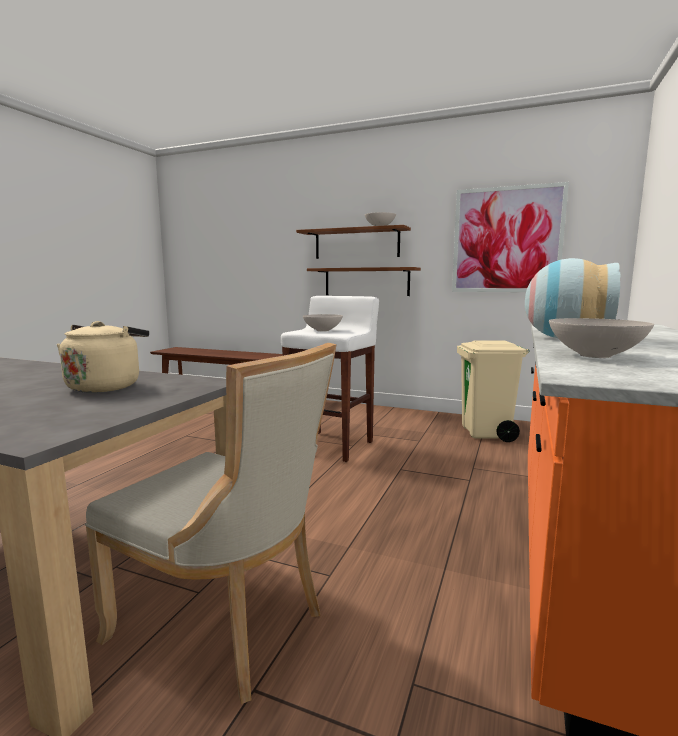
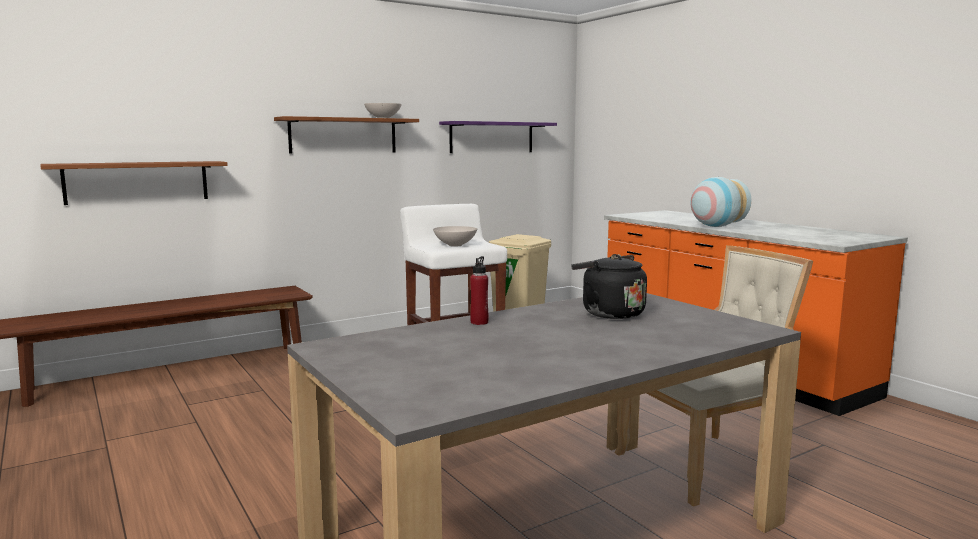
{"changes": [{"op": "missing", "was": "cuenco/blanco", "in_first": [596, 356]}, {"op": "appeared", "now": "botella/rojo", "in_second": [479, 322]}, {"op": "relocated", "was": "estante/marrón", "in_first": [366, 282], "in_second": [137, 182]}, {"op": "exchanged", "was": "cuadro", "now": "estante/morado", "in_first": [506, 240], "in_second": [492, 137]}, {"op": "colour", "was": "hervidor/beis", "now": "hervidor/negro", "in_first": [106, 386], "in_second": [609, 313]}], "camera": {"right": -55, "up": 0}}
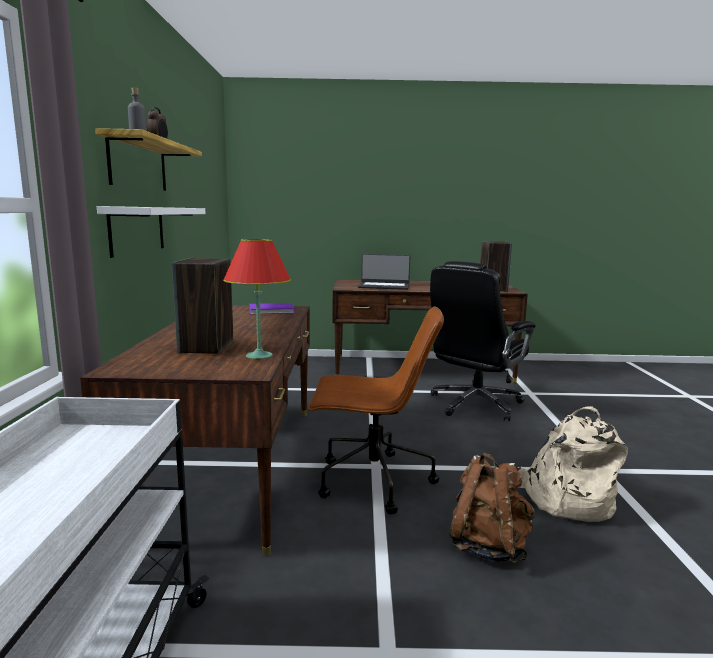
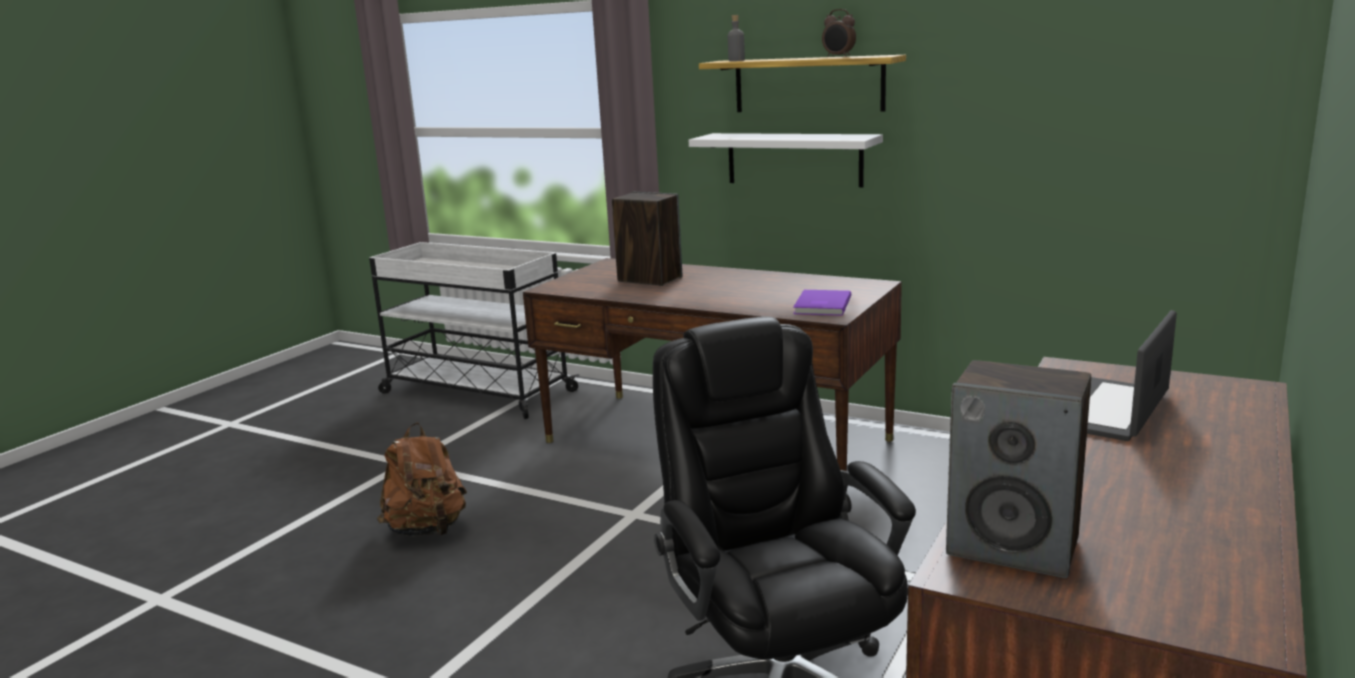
{"changes": [{"op": "missing", "was": "lámpara de mesa/rojo", "in_first": [259, 355]}, {"op": "missing", "was": "silla de oficina/marrón", "in_first": [372, 481]}, {"op": "missing", "was": "mochila/beis", "in_first": [566, 499]}], "camera": {"right": 120, "up": 5}}
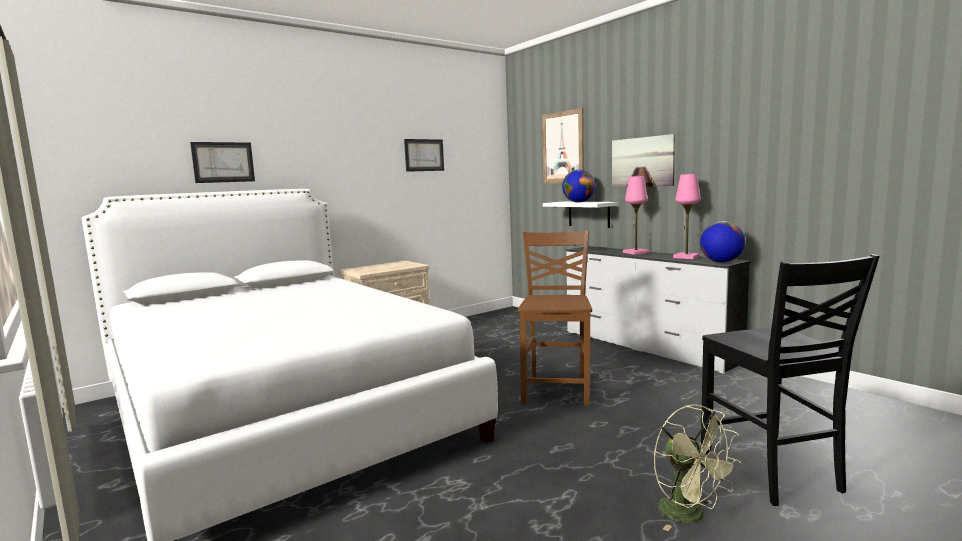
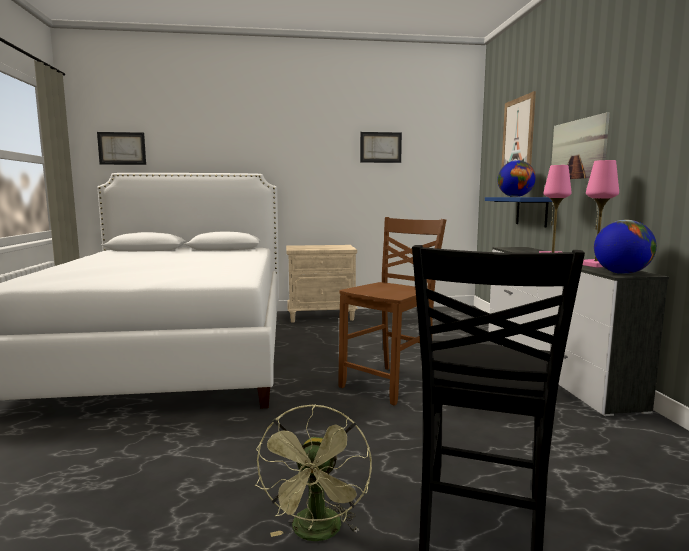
{"changes": [{"op": "relocated", "was": "cuadro", "in_first": [223, 162], "in_second": [122, 148]}, {"op": "colour", "was": "estante/blanco", "now": "estante/azul", "in_first": [589, 214], "in_second": [531, 211]}], "camera": {"right": 30, "up": 0}}
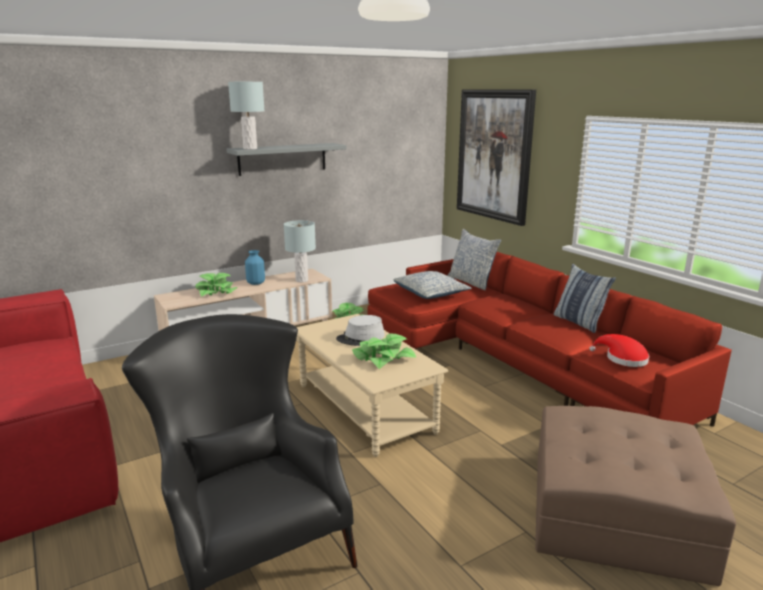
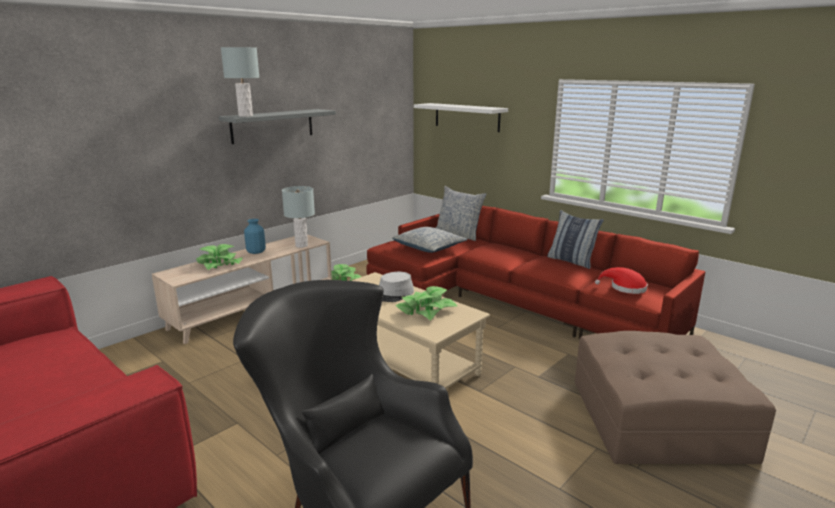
{"changes": [{"op": "exchanged", "was": "cuadro", "now": "estante/blanco", "in_first": [494, 155], "in_second": [466, 117]}], "camera": {"right": -15, "up": 0}}
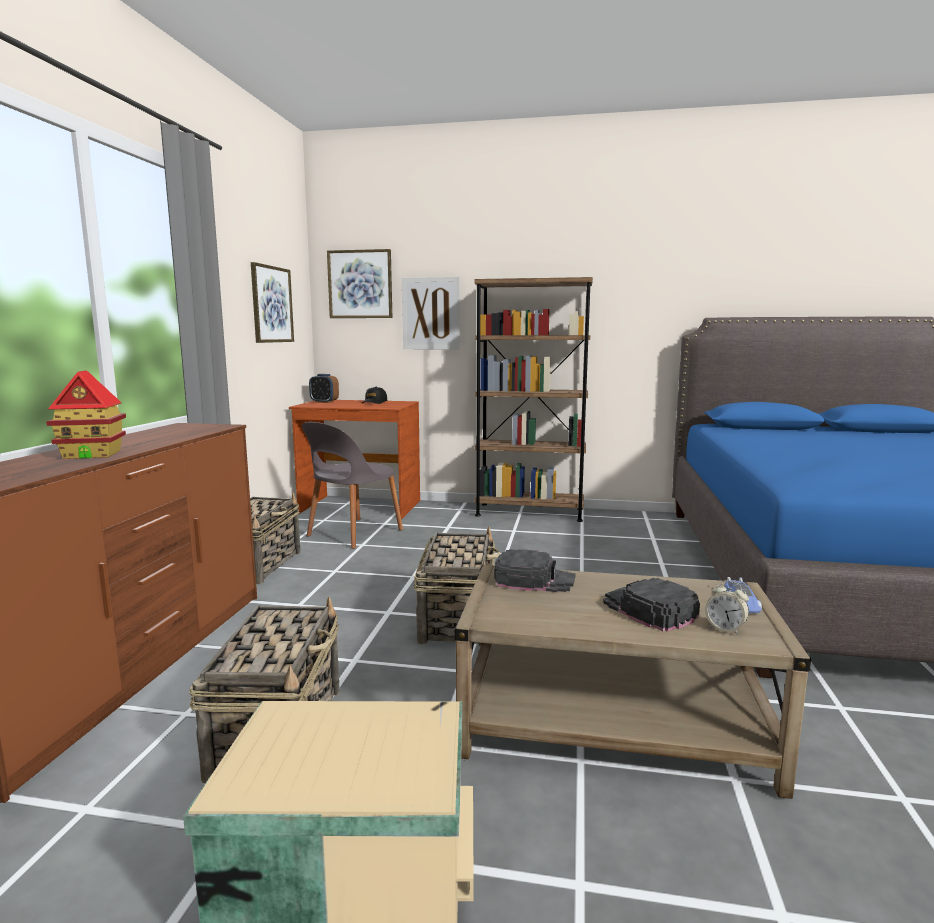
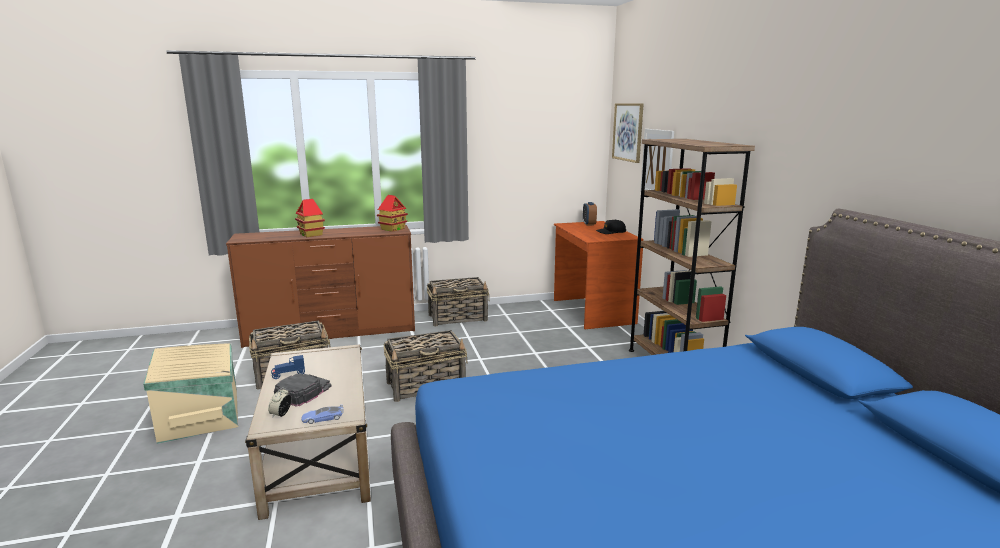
{"changes": [{"op": "missing", "was": "cuadro", "in_first": [271, 304]}, {"op": "missing", "was": "silla/gris", "in_first": [353, 533]}, {"op": "missing", "was": "gorra/negro", "in_first": [534, 579]}, {"op": "appeared", "now": "coche de juguete/azul", "in_second": [288, 375]}, {"op": "appeared", "now": "casita", "in_second": [393, 229]}], "camera": {"right": 65, "up": 5}}
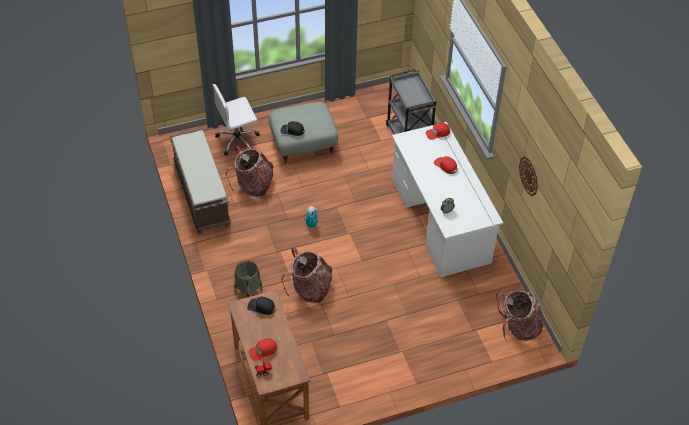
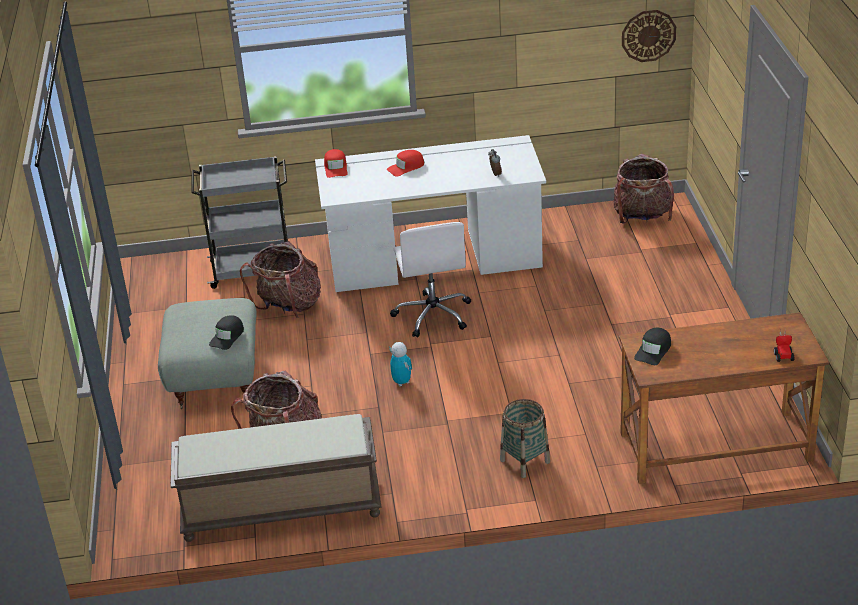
{"changes": [{"op": "missing", "was": "gorra/rojo", "in_first": [263, 351]}, {"op": "relocated", "was": "silla de oficina/blanco", "in_first": [238, 140], "in_second": [433, 314]}, {"op": "relocated", "was": "mochila", "in_first": [310, 289], "in_second": [288, 306]}, {"op": "relocated", "was": "reloj de pared", "in_first": [529, 176], "in_second": [648, 35]}], "camera": {"right": -75, "up": -15}}
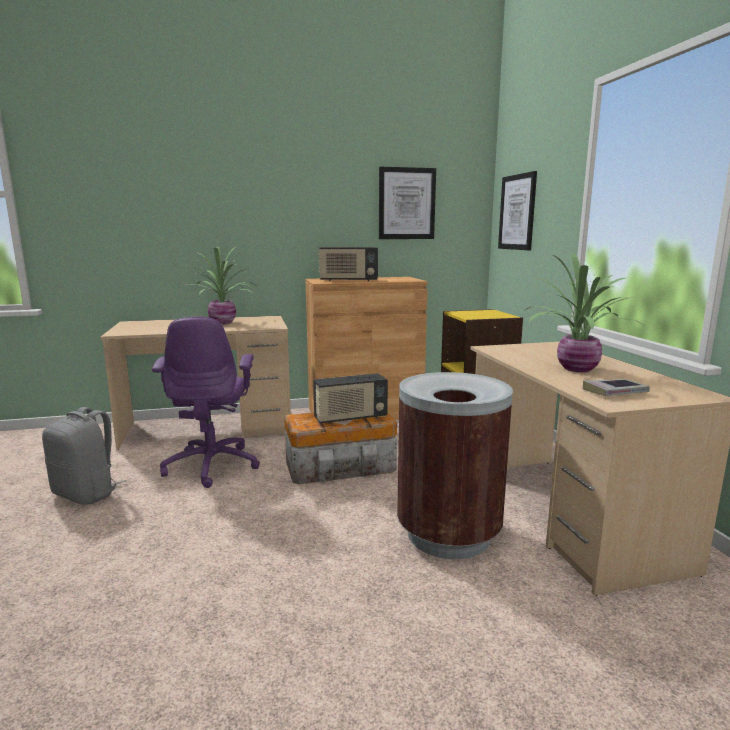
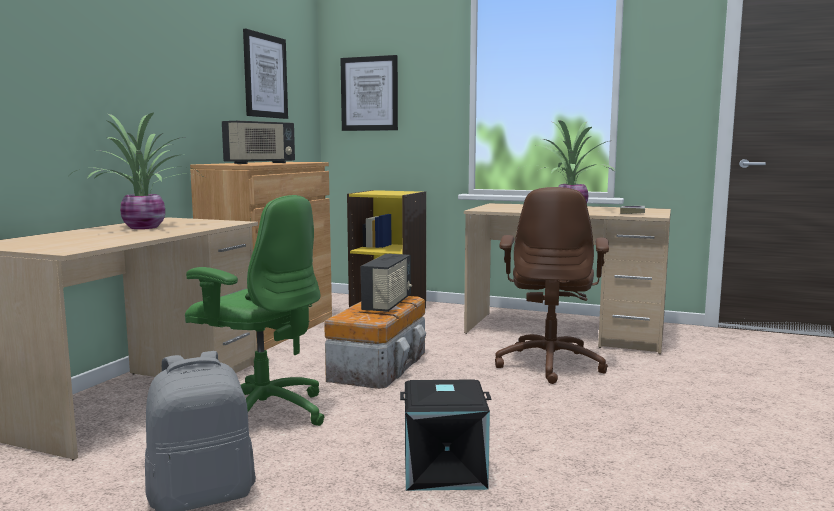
{"changes": [{"op": "appeared", "now": "caja de almacenaje/negro", "in_second": [444, 469]}, {"op": "exchanged", "was": "papelera/marrón", "now": "silla de oficina/marrón", "in_first": [448, 534], "in_second": [550, 364]}, {"op": "colour", "was": "silla de oficina/morado", "now": "silla de oficina/verde", "in_first": [212, 465], "in_second": [262, 413]}], "camera": {"right": -55, "up": -5}}
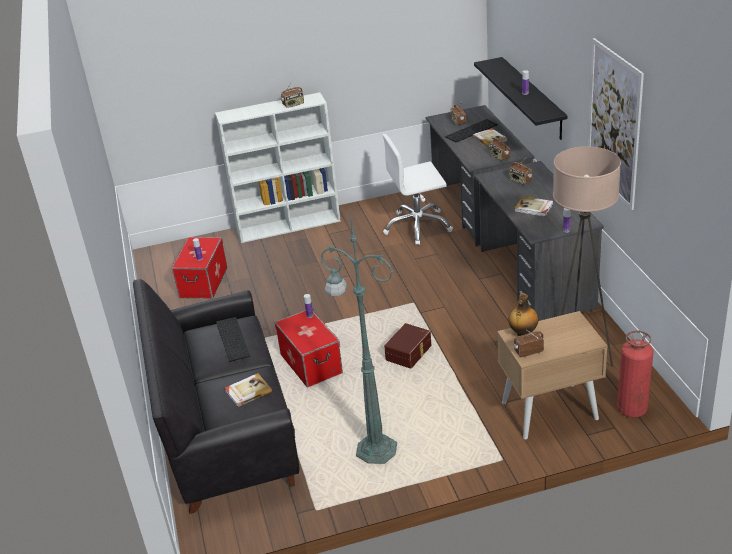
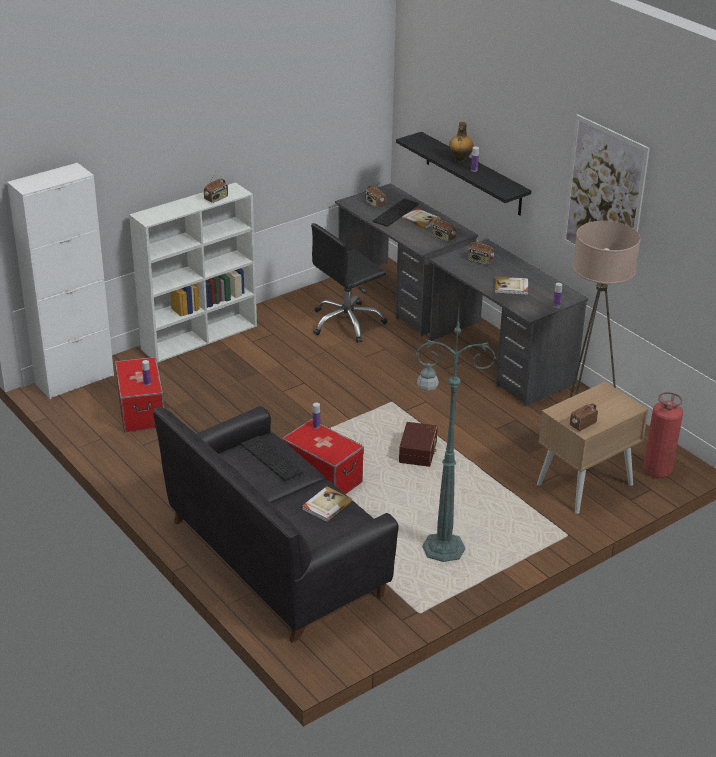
{"changes": [{"op": "appeared", "now": "armario/blanco", "in_second": [75, 380]}, {"op": "relocated", "was": "botella", "in_first": [523, 333], "in_second": [460, 159]}, {"op": "colour", "was": "silla de oficina/blanco", "now": "silla de oficina/negro", "in_first": [417, 227], "in_second": [347, 323]}], "camera": {"right": -25, "up": 0}}
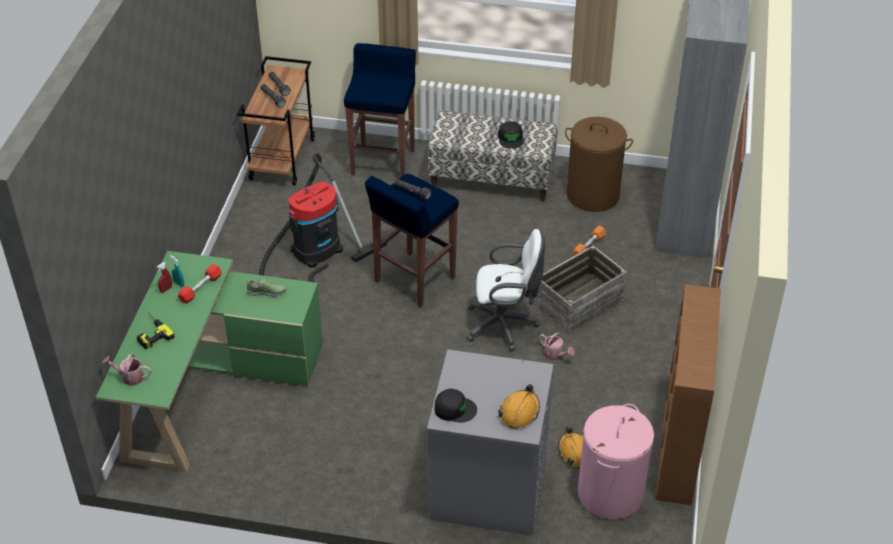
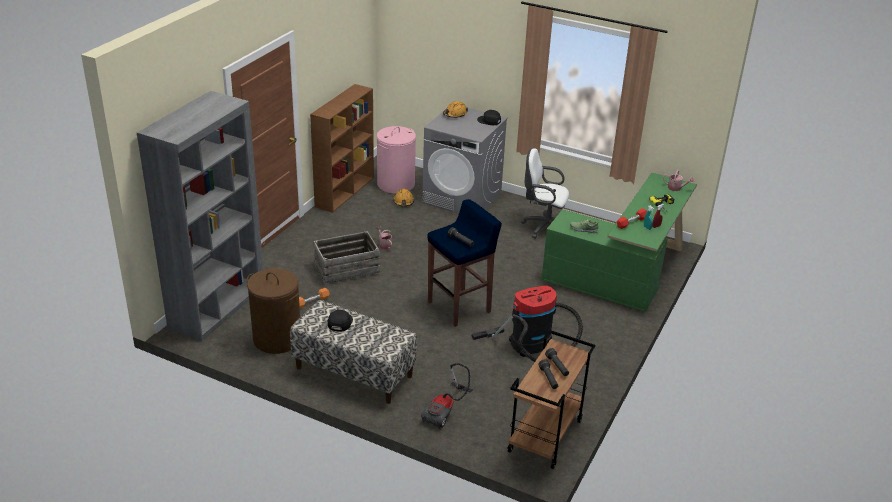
{"changes": [{"op": "relocated", "was": "silla de oficina/blanco", "in_first": [505, 325], "in_second": [544, 227]}, {"op": "exchanged", "was": "taburete/azul", "now": "aspiradora", "in_first": [383, 162], "in_second": [446, 411]}], "camera": {"right": -165, "up": -10}}
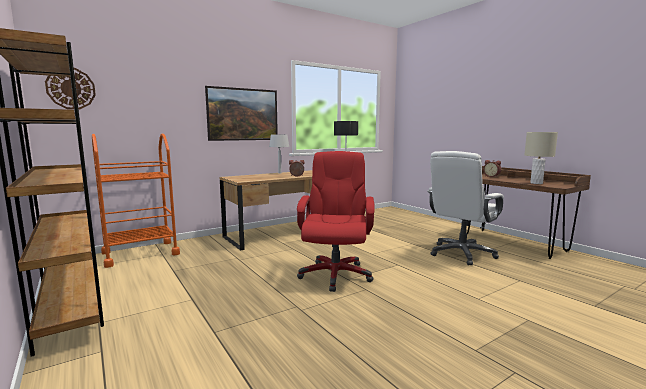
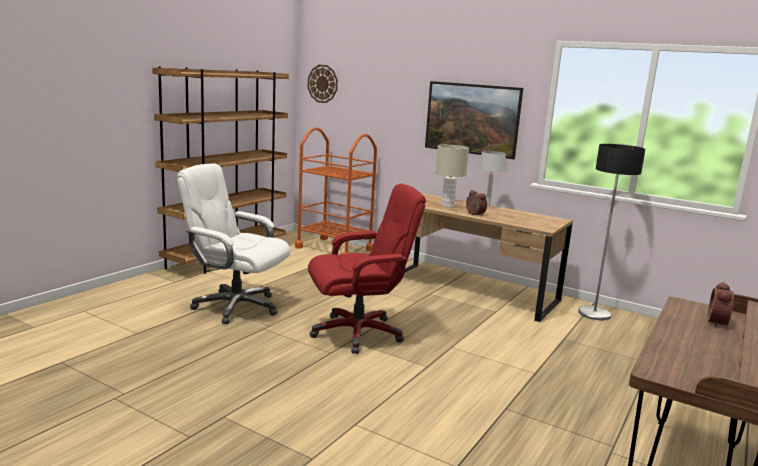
{"changes": [{"op": "relocated", "was": "silla de oficina/blanco", "in_first": [461, 254], "in_second": [235, 307]}, {"op": "relocated", "was": "lámpara de mesa/beis", "in_first": [536, 183], "in_second": [448, 205]}], "camera": {"right": 65, "up": 5}}
